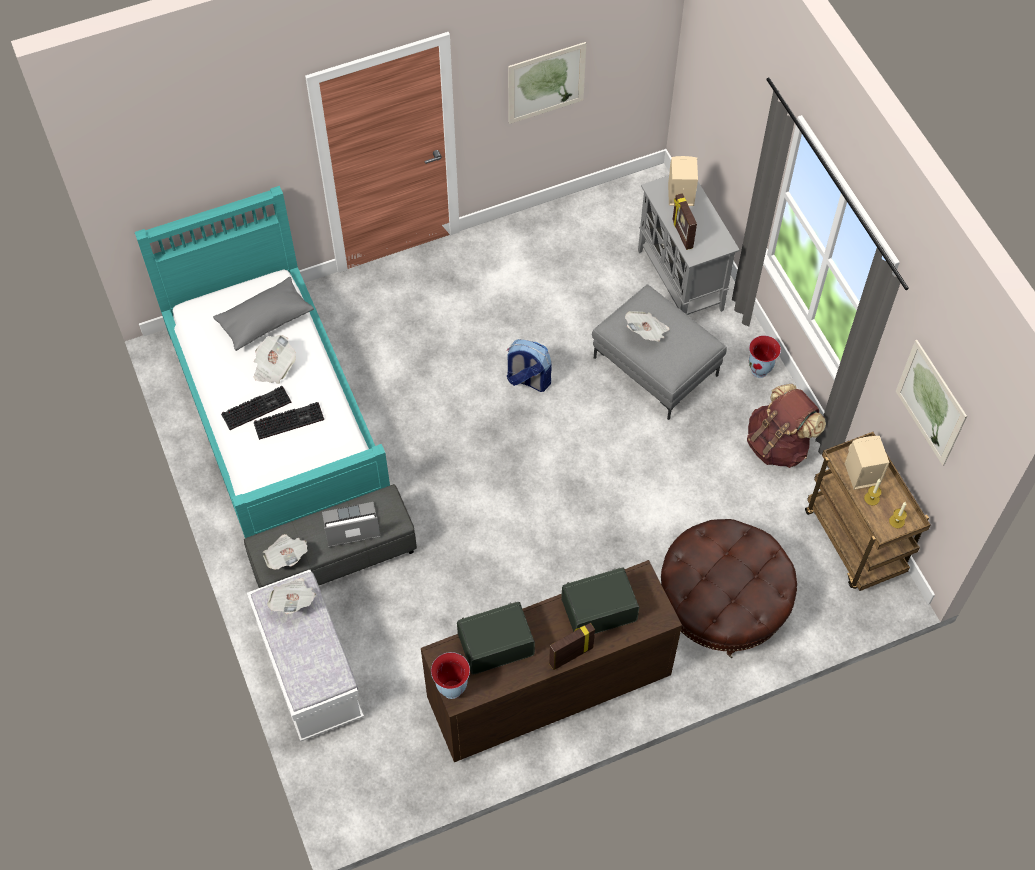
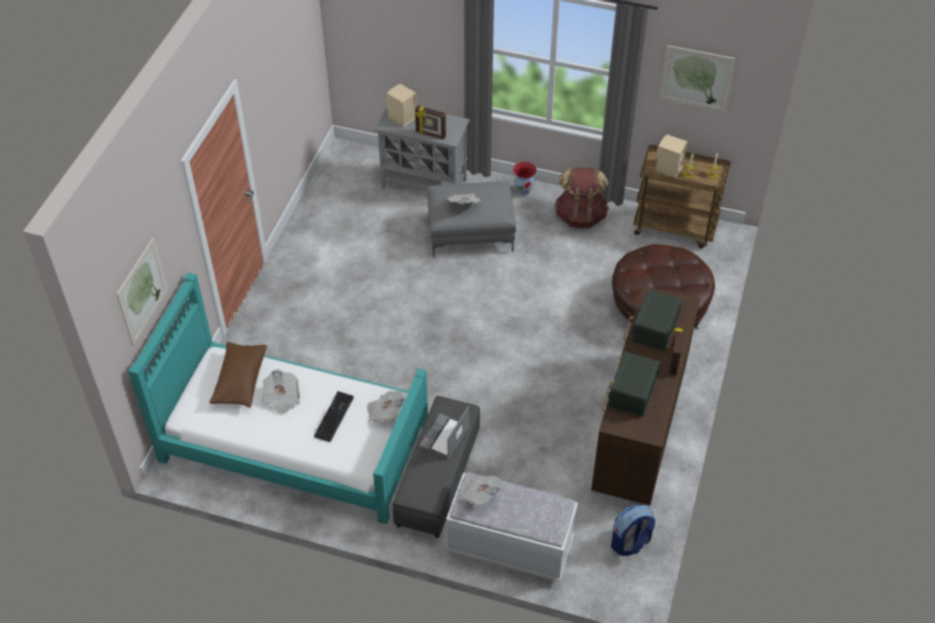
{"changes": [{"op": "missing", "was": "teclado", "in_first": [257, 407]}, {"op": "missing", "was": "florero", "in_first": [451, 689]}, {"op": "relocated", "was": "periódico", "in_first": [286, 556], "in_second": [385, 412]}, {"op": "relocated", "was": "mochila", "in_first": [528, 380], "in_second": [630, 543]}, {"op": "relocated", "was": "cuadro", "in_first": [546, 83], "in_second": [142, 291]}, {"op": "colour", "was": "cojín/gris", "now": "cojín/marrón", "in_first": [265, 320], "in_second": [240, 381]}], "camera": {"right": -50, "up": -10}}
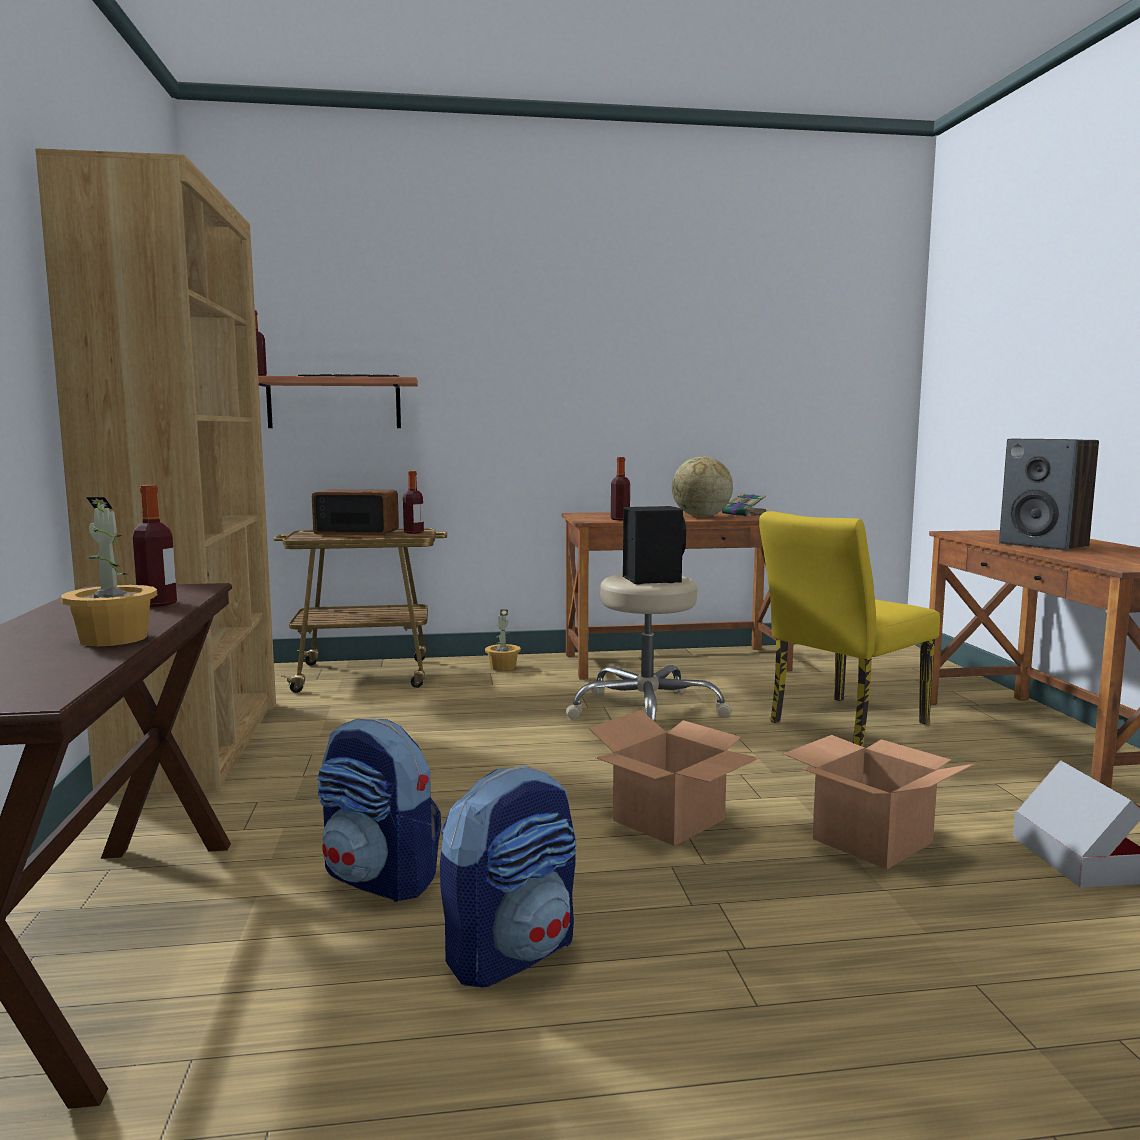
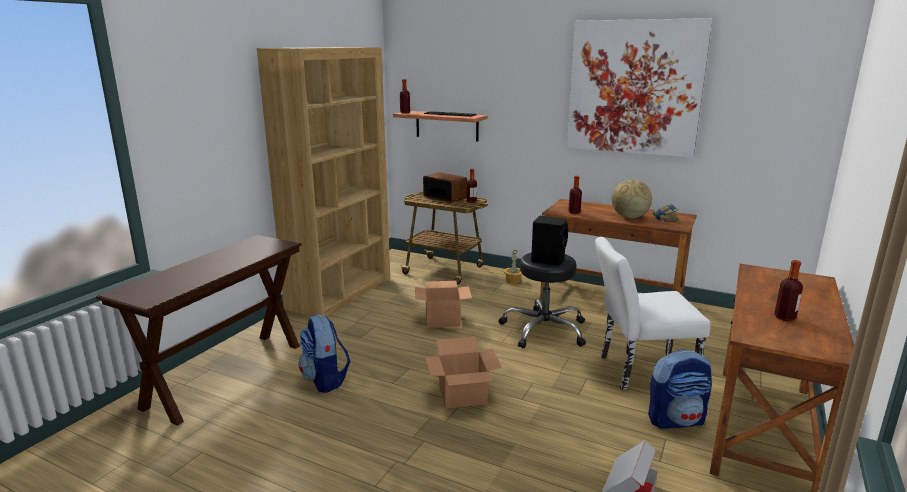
{"changes": [{"op": "missing", "was": "planta en maceta", "in_first": [112, 639]}, {"op": "missing", "was": "altavoz", "in_first": [1044, 545]}, {"op": "appeared", "now": "cuadro", "in_second": [634, 88]}, {"op": "relocated", "was": "botella", "in_first": [157, 603], "in_second": [784, 317]}, {"op": "relocated", "was": "mochila", "in_first": [512, 953], "in_second": [676, 420]}, {"op": "relocated", "was": "caja de cartón", "in_first": [872, 841], "in_second": [442, 320]}, {"op": "colour", "was": "taburete/beis", "now": "taburete/negro", "in_first": [645, 711], "in_second": [544, 330]}, {"op": "colour", "was": "silla/amarillo", "now": "silla/blanco", "in_first": [840, 725], "in_second": [638, 371]}], "camera": {"right": 35, "up": 10}}
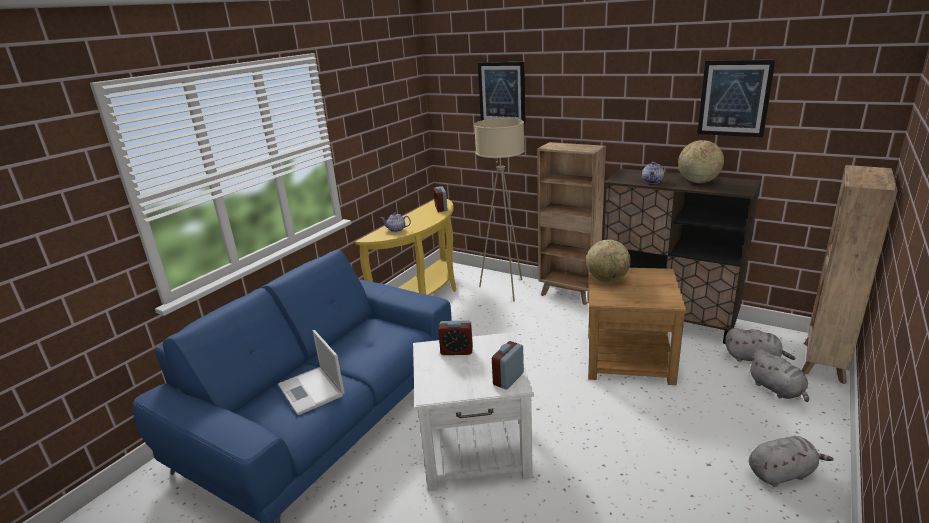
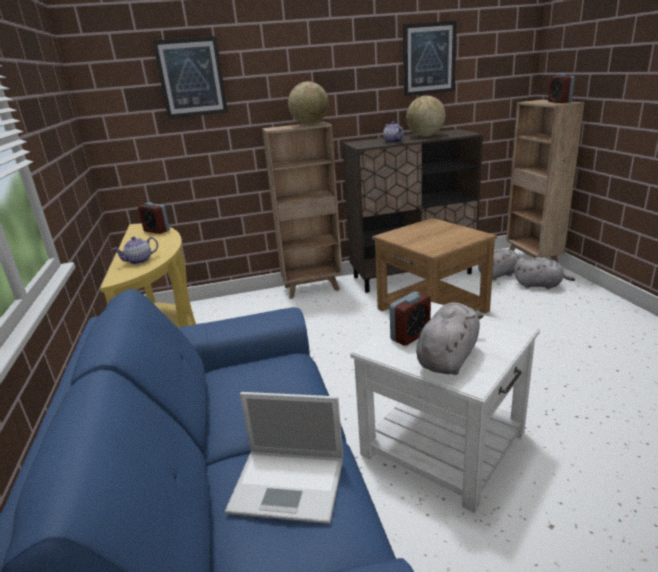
{"changes": [{"op": "missing", "was": "lámpara de pie/beis", "in_first": [505, 289]}, {"op": "relocated", "was": "despertador", "in_first": [508, 379], "in_second": [559, 102]}, {"op": "relocated", "was": "globo terráqueo", "in_first": [607, 280], "in_second": [310, 124]}, {"op": "relocated", "was": "peluche/gris", "in_first": [782, 473], "in_second": [448, 357]}], "camera": {"right": -45, "up": 0}}
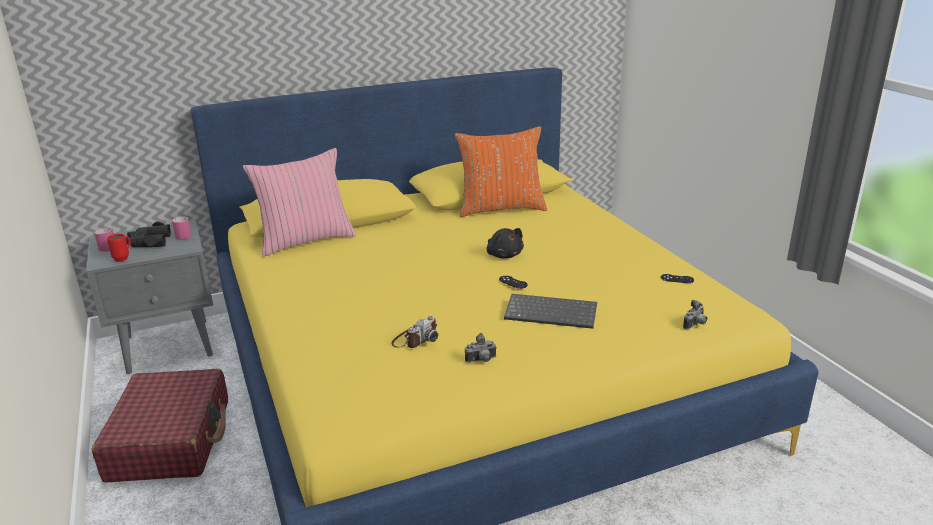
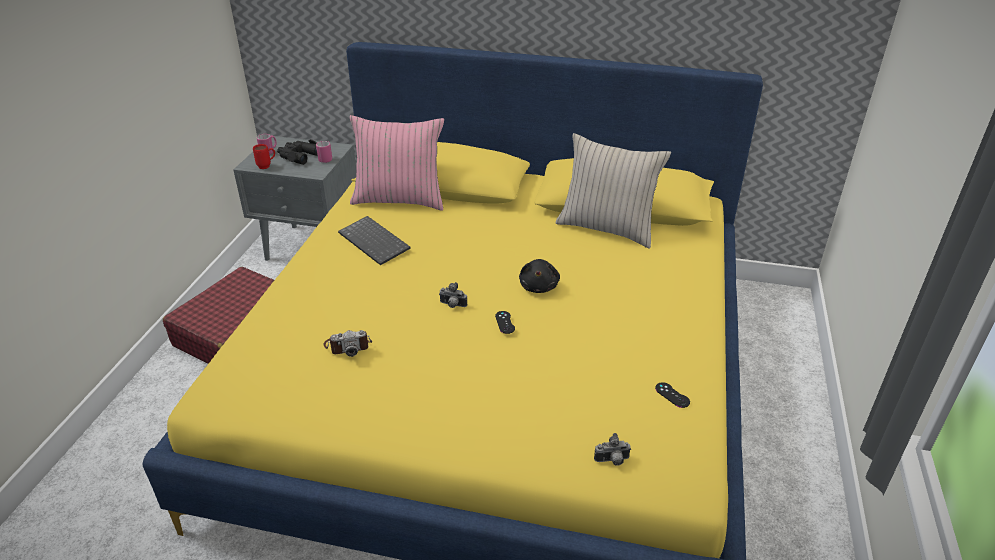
{"changes": [{"op": "relocated", "was": "cámara", "in_first": [481, 361], "in_second": [452, 305]}, {"op": "relocated", "was": "teclado", "in_first": [552, 312], "in_second": [375, 242]}, {"op": "colour", "was": "cojín/naranja", "now": "cojín/beis", "in_first": [501, 209], "in_second": [607, 228]}], "camera": {"right": 35, "up": 10}}
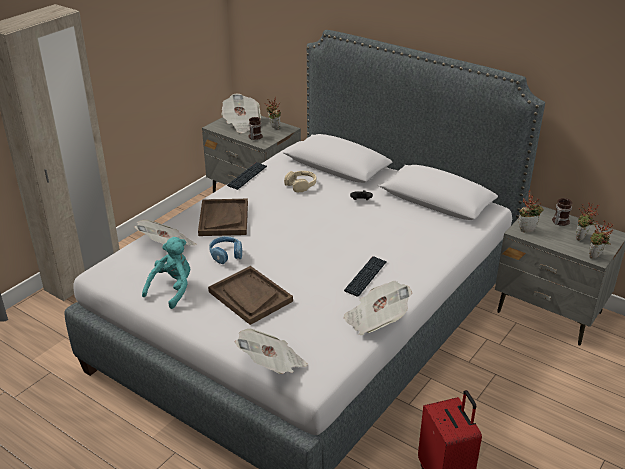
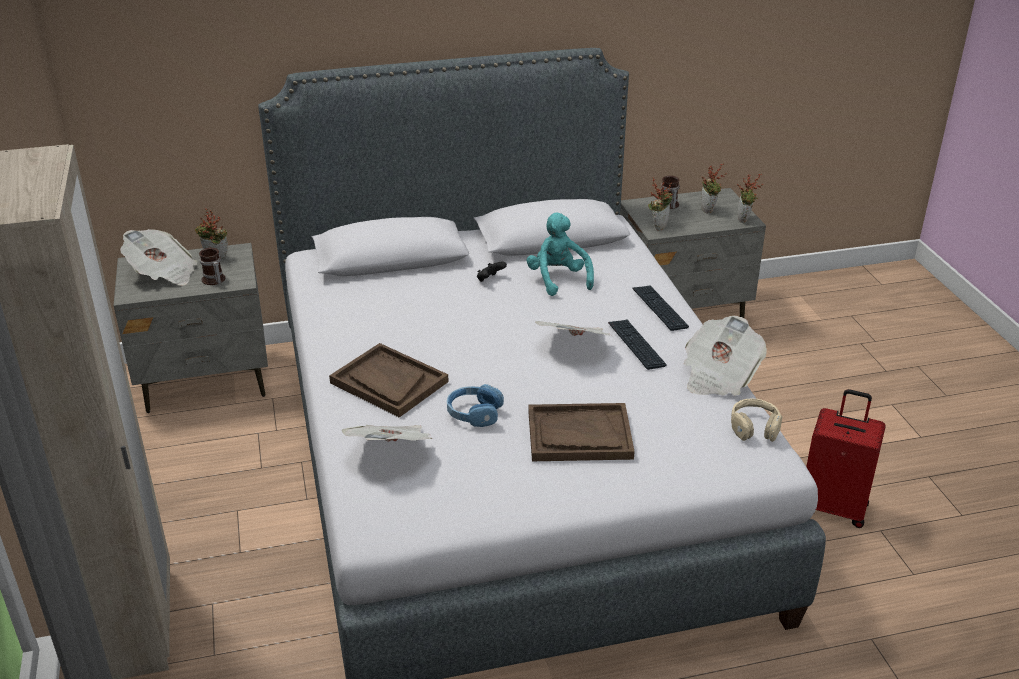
{"changes": [{"op": "relocated", "was": "peluche/turquesa", "in_first": [172, 289], "in_second": [558, 279]}, {"op": "relocated", "was": "teclado", "in_first": [247, 176], "in_second": [659, 308]}, {"op": "relocated", "was": "periódico", "in_first": [272, 365], "in_second": [575, 346]}, {"op": "relocated", "was": "auriculares/beis", "in_first": [301, 185], "in_second": [754, 427]}], "camera": {"right": -50, "up": 0}}
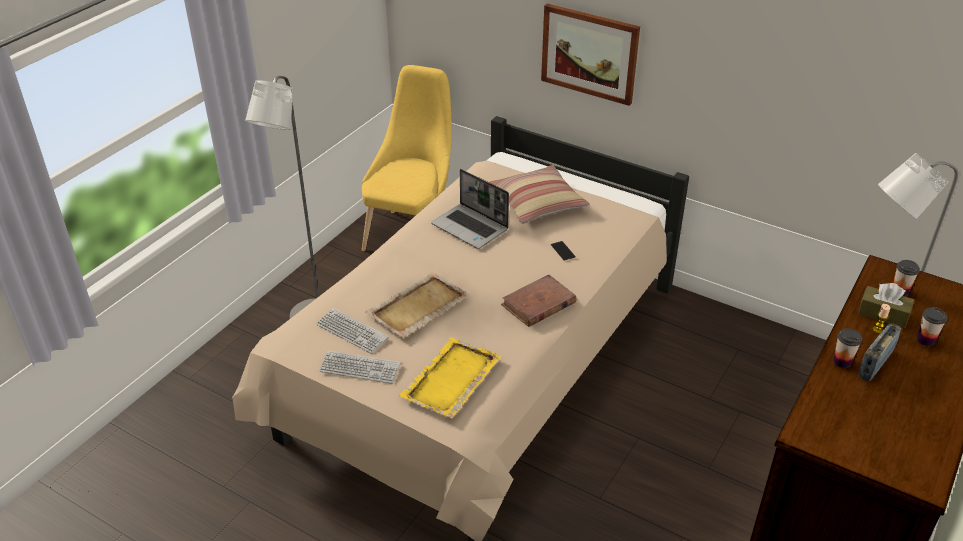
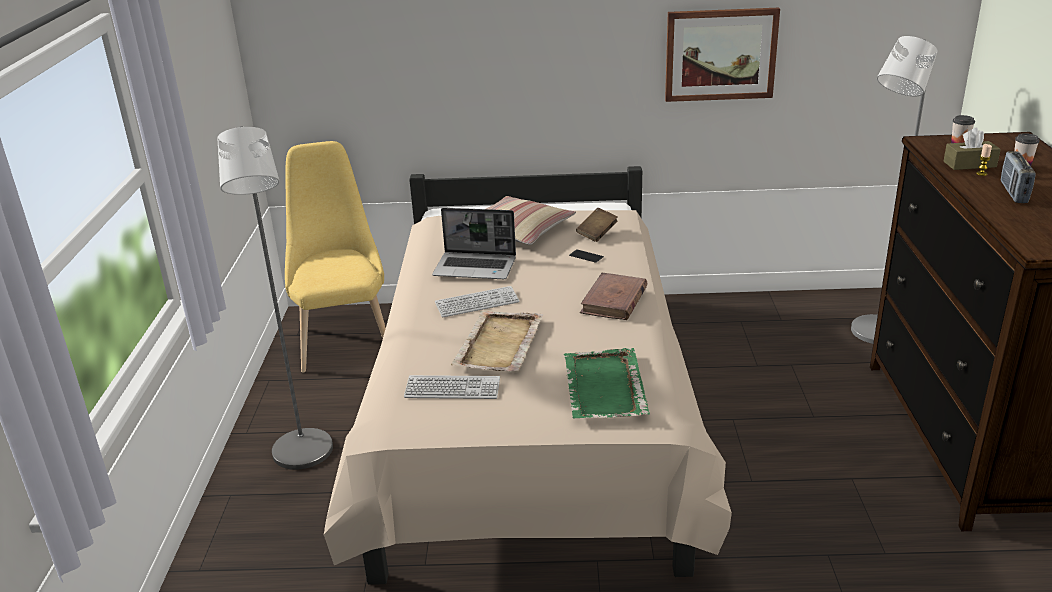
{"changes": [{"op": "missing", "was": "taza", "in_first": [842, 362]}, {"op": "appeared", "now": "libro/marrón", "in_second": [597, 233]}, {"op": "relocated", "was": "teclado", "in_first": [360, 368], "in_second": [477, 303]}, {"op": "relocated", "was": "cuadro", "in_first": [589, 53], "in_second": [720, 54]}, {"op": "colour", "was": "bandeja/amarillo", "now": "bandeja/verde", "in_first": [450, 380], "in_second": [604, 388]}], "camera": {"right": -30, "up": -10}}
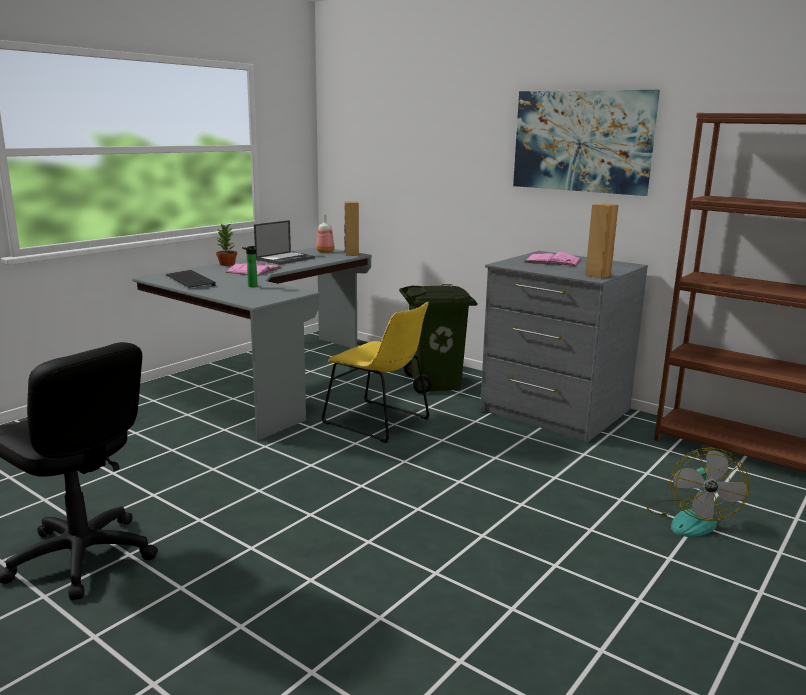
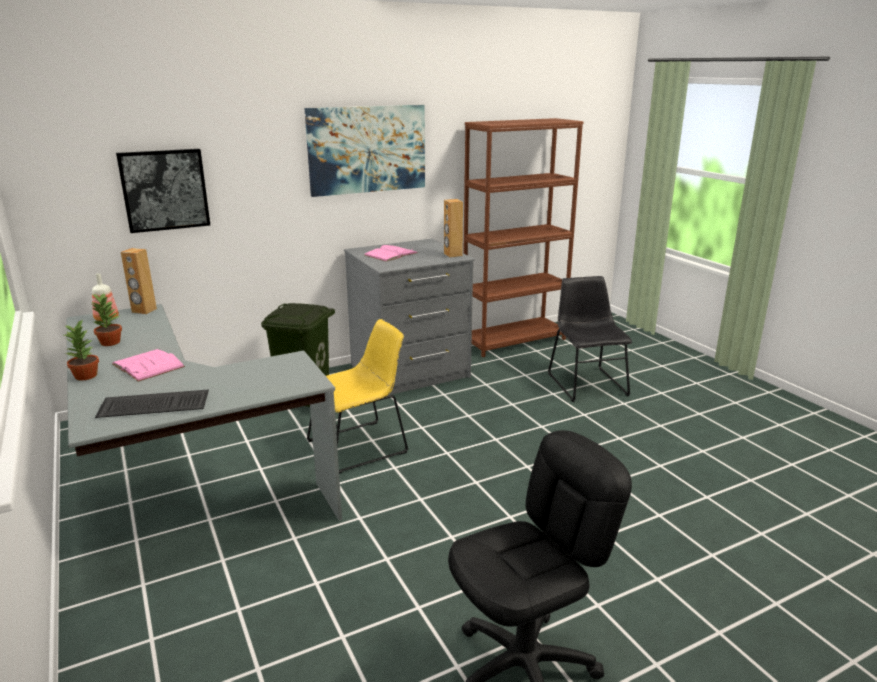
{"changes": [{"op": "missing", "was": "botella", "in_first": [251, 286]}, {"op": "appeared", "now": "cuadro", "in_second": [164, 190]}, {"op": "exchanged", "was": "portátil", "now": "planta en maceta", "in_first": [285, 258], "in_second": [110, 342]}, {"op": "exchanged", "was": "ventilador", "now": "silla/negro", "in_first": [690, 519], "in_second": [585, 383]}], "camera": {"right": -65, "up": 5}}
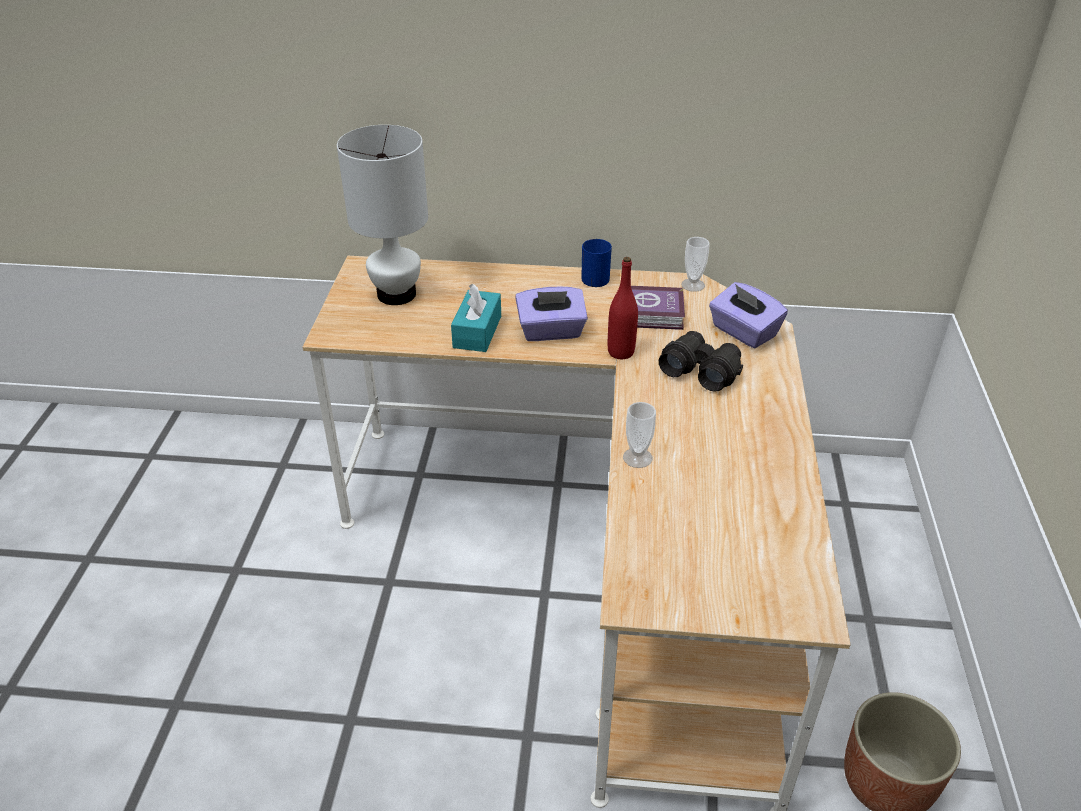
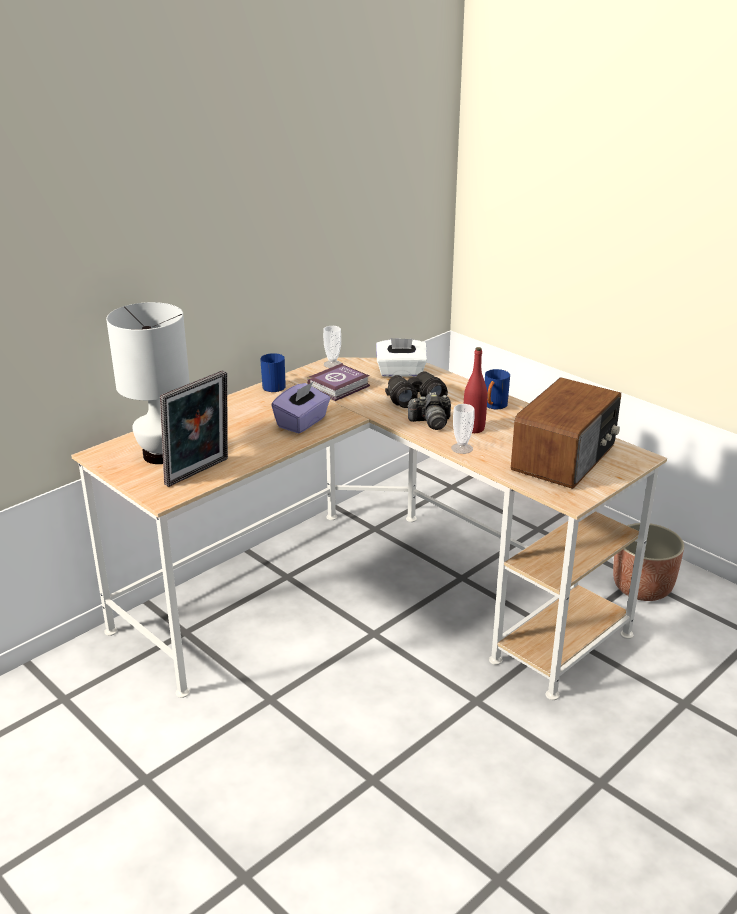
{"changes": [{"op": "missing", "was": "caja de pañuelos/turquesa", "in_first": [477, 332]}, {"op": "appeared", "now": "portarretratos", "in_second": [199, 473]}, {"op": "appeared", "now": "cámara", "in_second": [431, 422]}, {"op": "appeared", "now": "taza grande/azul", "in_second": [493, 406]}, {"op": "appeared", "now": "radio", "in_second": [565, 458]}, {"op": "relocated", "was": "botella/rojo", "in_first": [621, 352], "in_second": [473, 429]}, {"op": "colour", "was": "caja de pañuelos/morado", "now": "caja de pañuelos/blanco", "in_first": [743, 332], "in_second": [401, 372]}], "camera": {"right": -50, "up": -10}}
